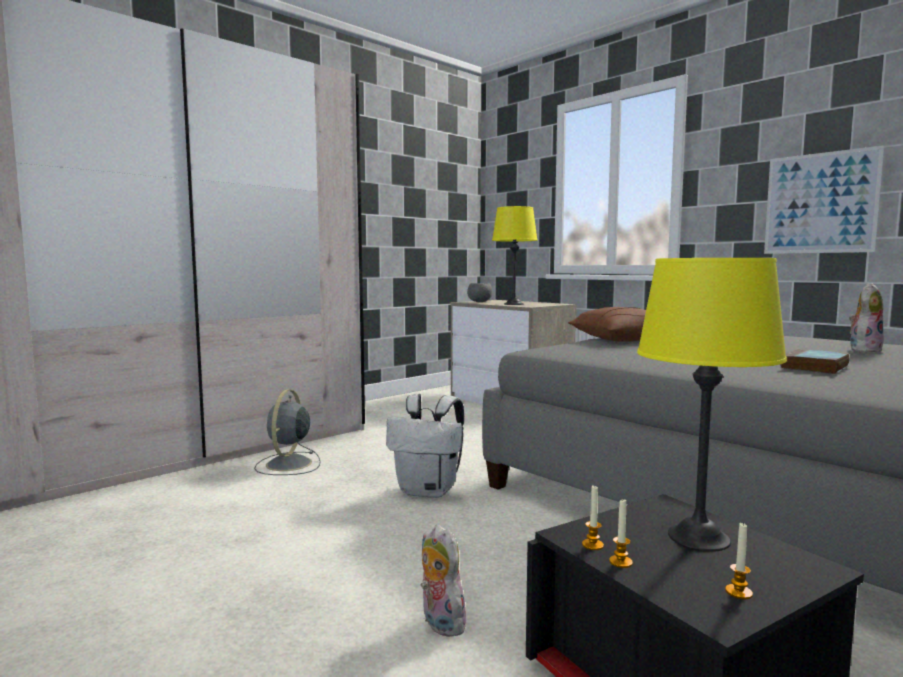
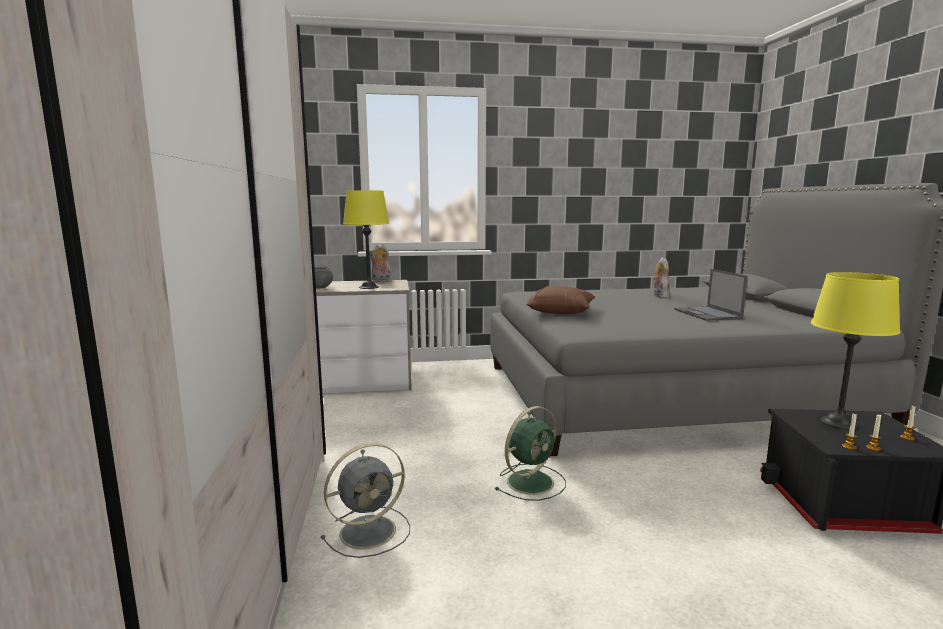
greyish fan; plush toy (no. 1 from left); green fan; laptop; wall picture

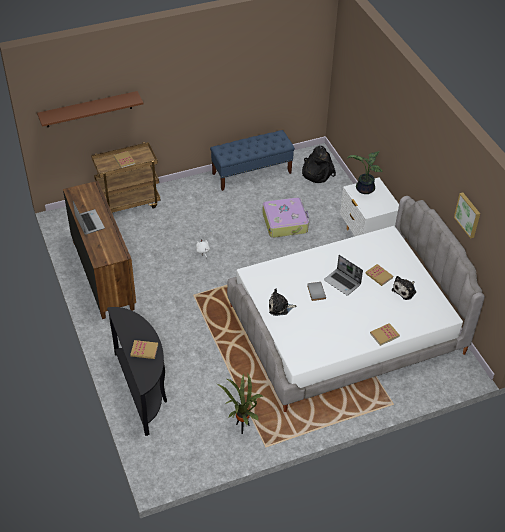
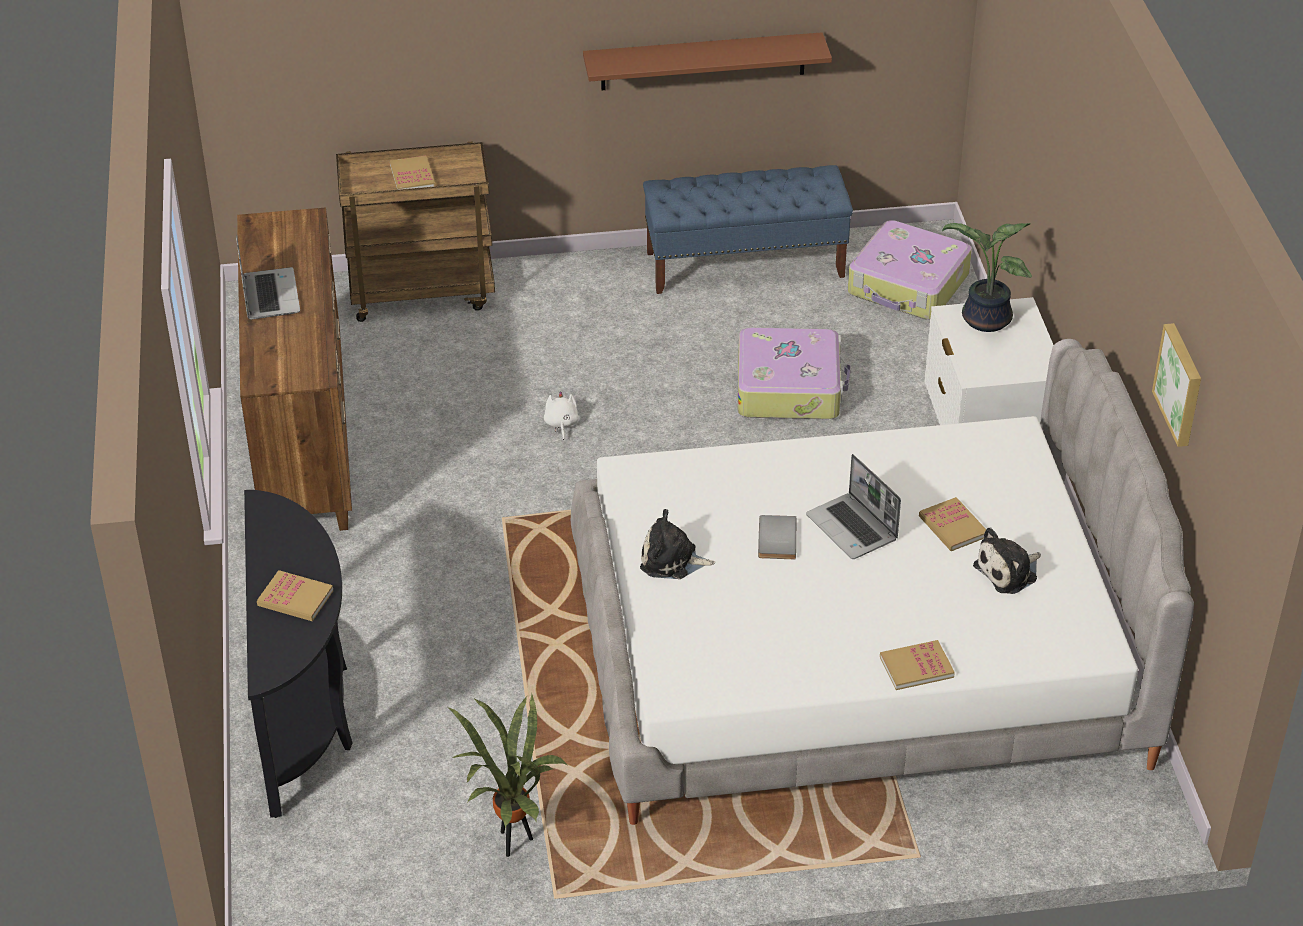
brownish bracket shelf; travel case (no. 2 from left)

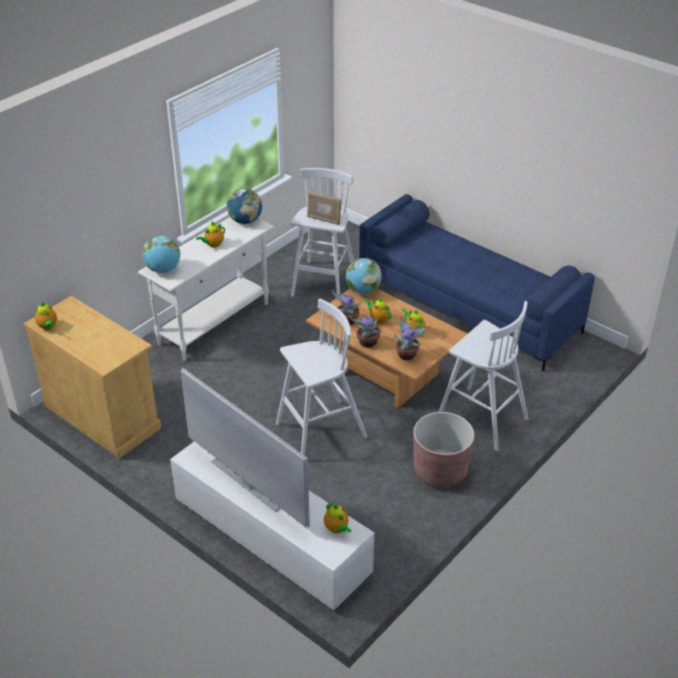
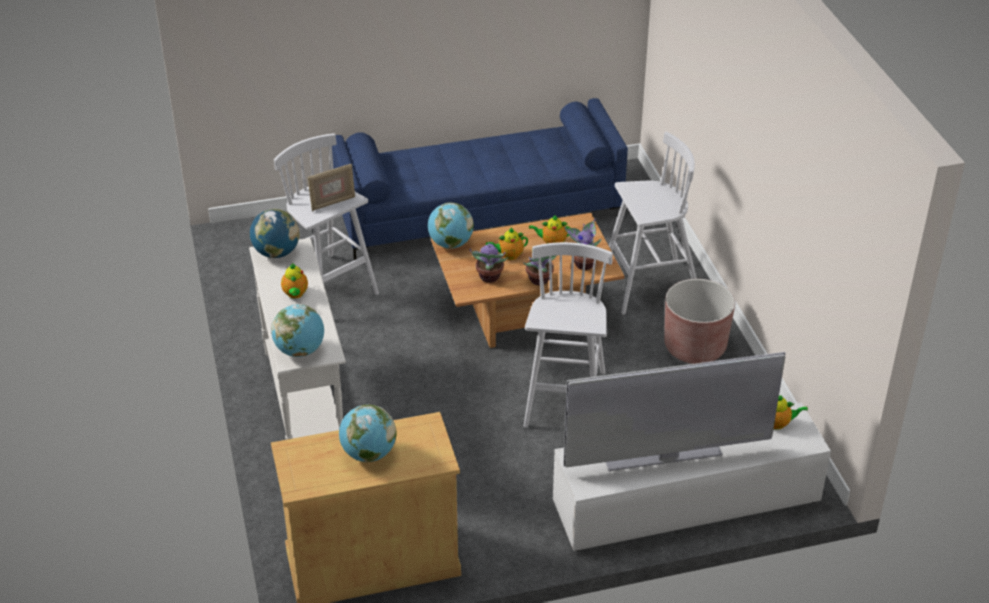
desk globe (no. 3 from left); tea pot (no. 1 from left in the first image)

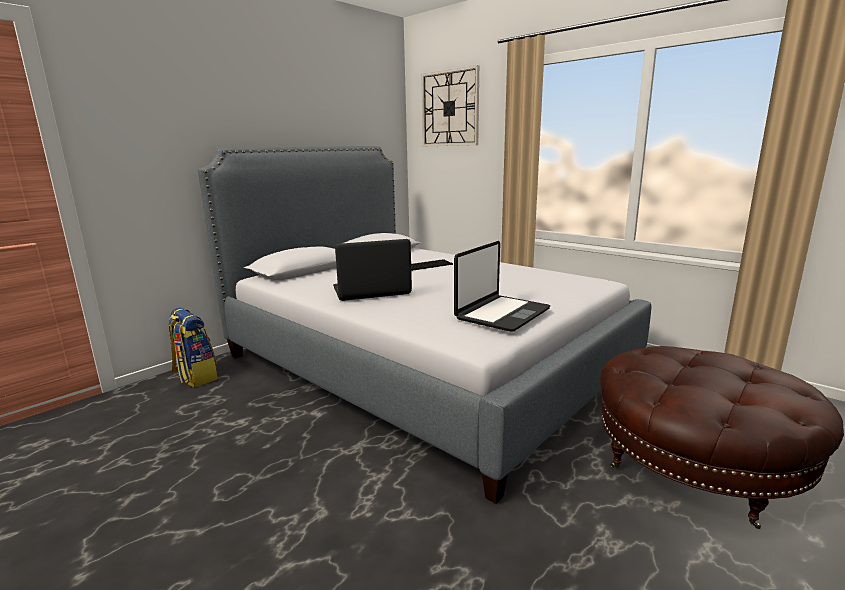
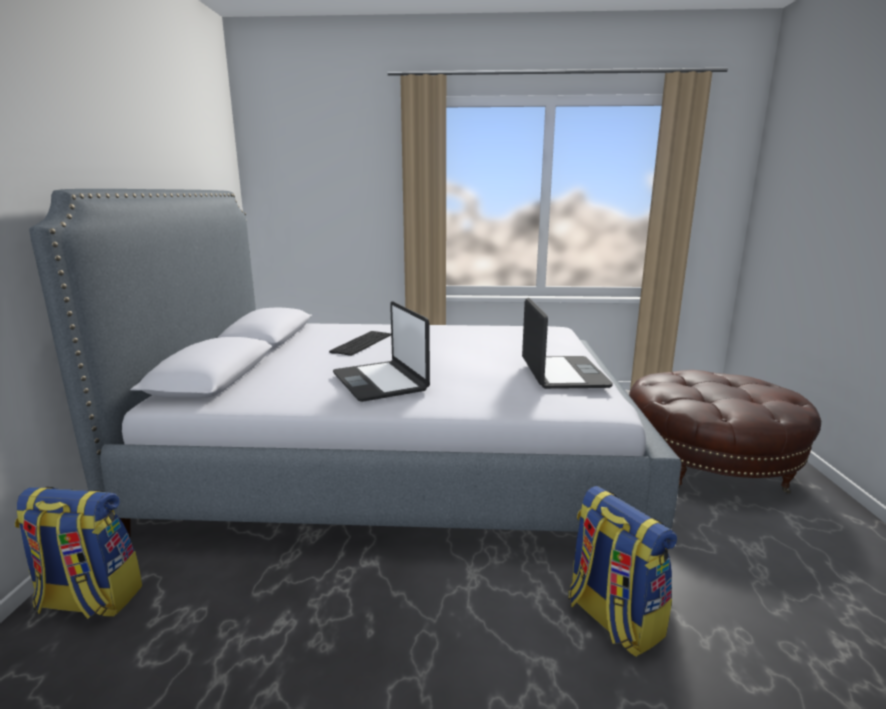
laptop (no. 1 from left); backpack (no. 2 from left); clock on the wall

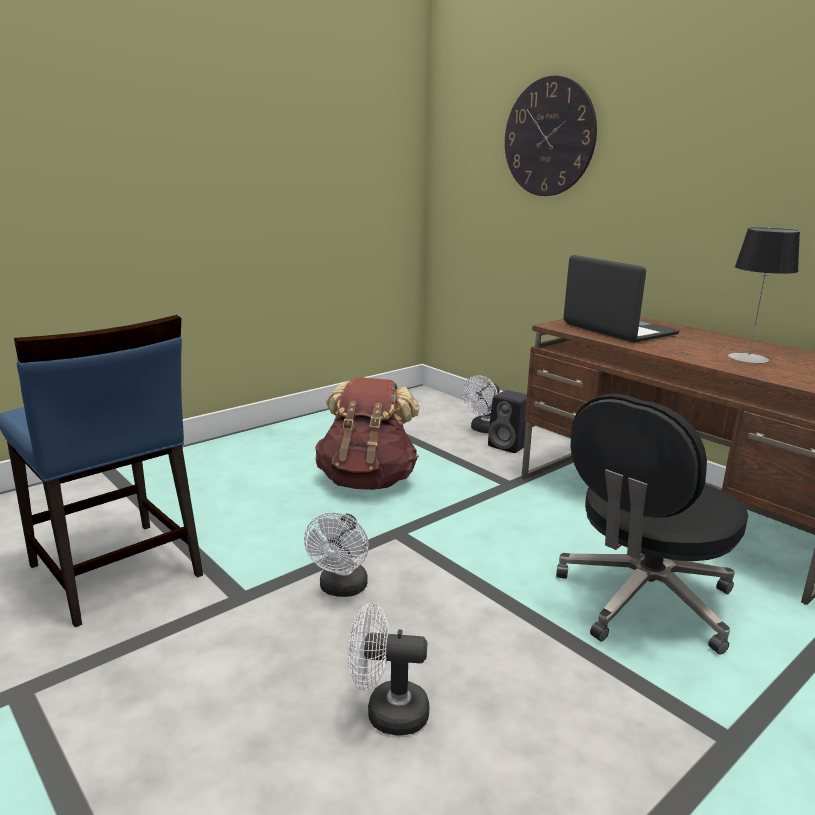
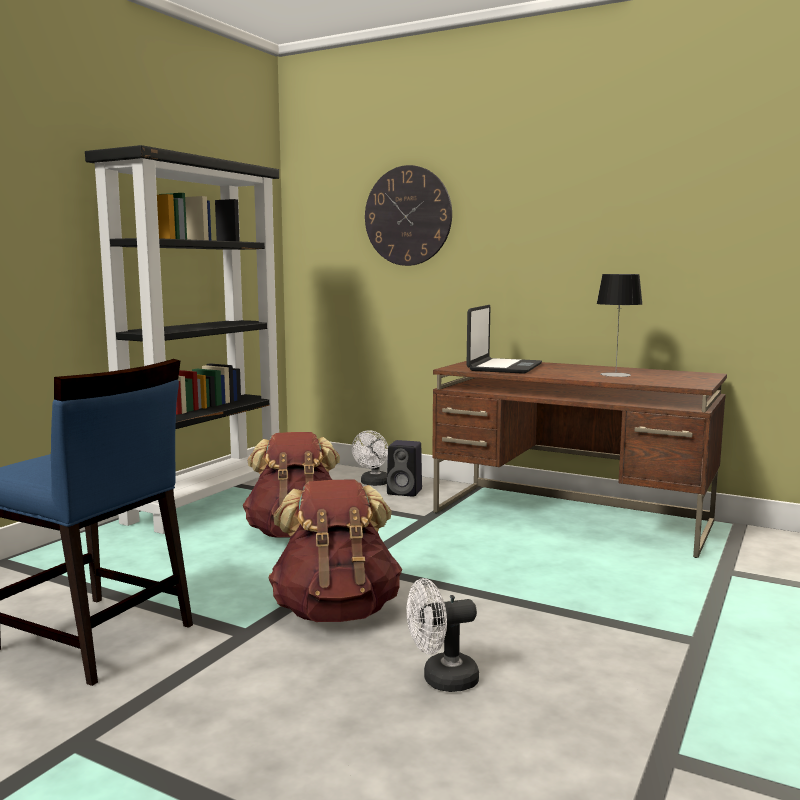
blackish shelving unit; brownish backpack (no. 2 from left); laptop; blackish computer chair

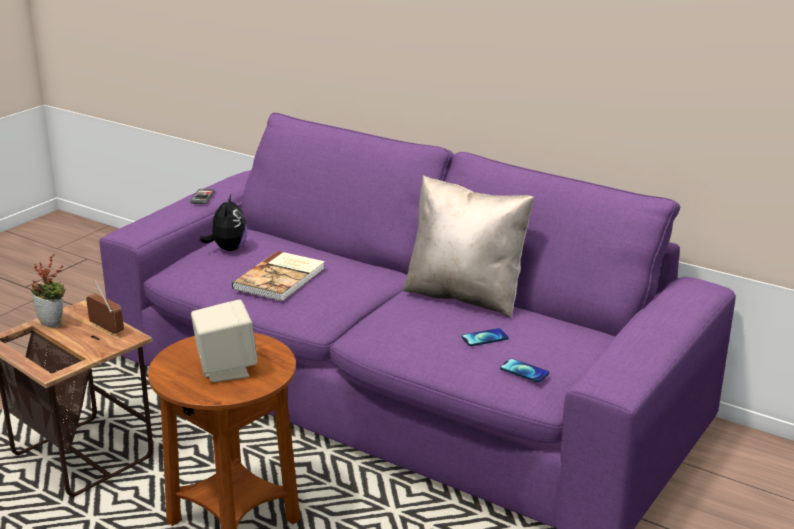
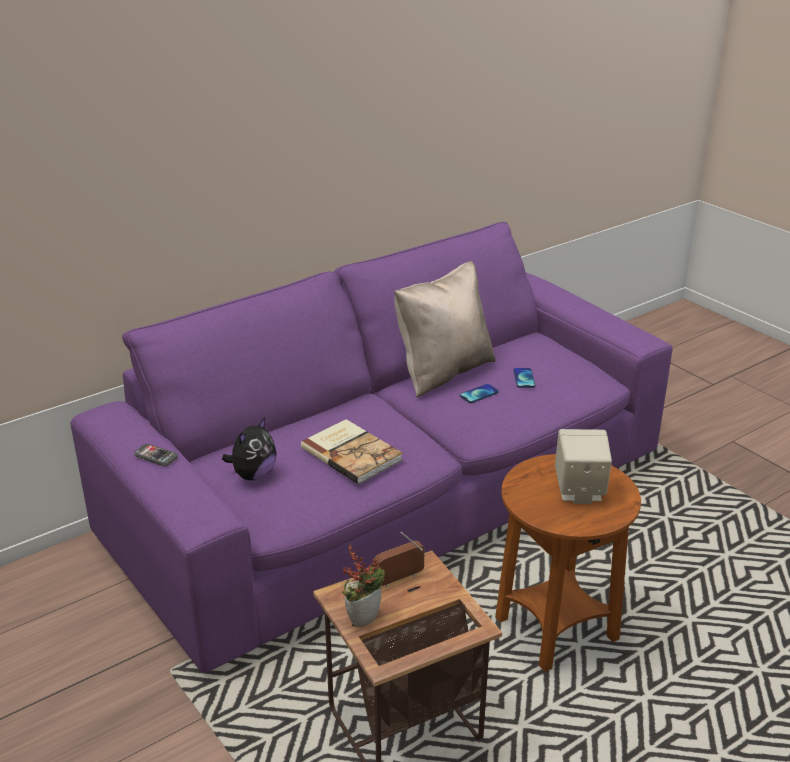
plush toy; handset (no. 2 from left)

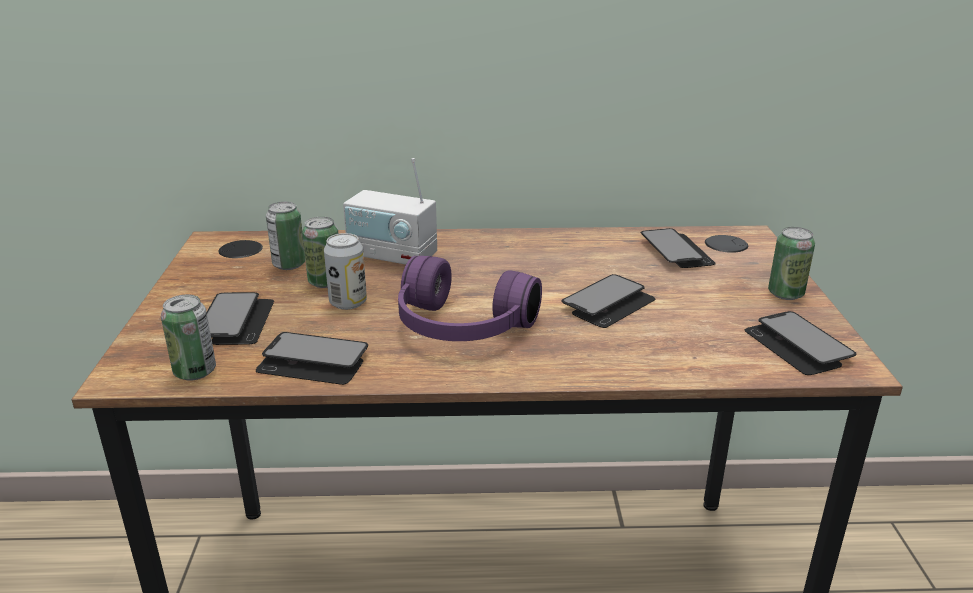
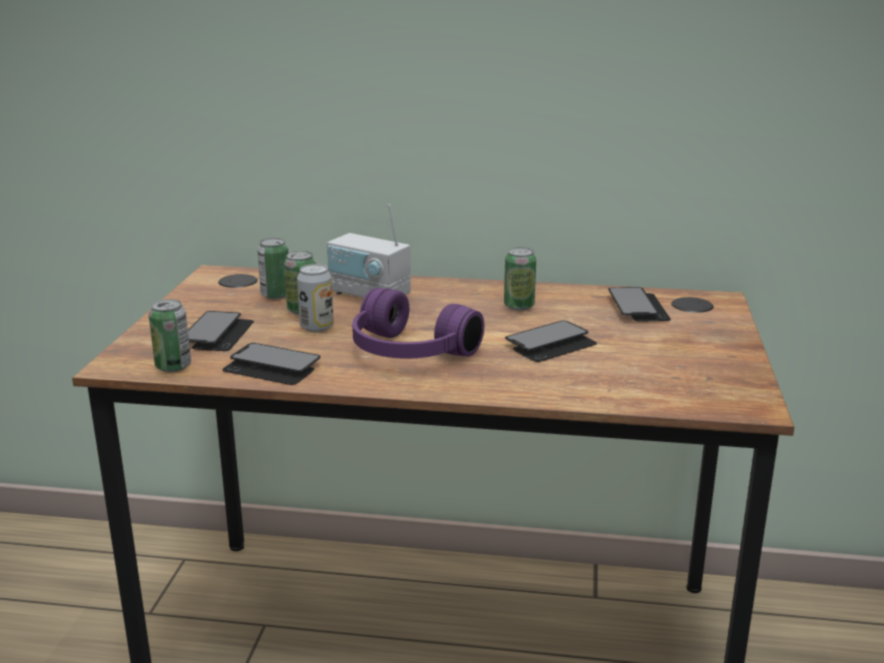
sealed can (no. 5 from left); handset (no. 5 from left in the first image)

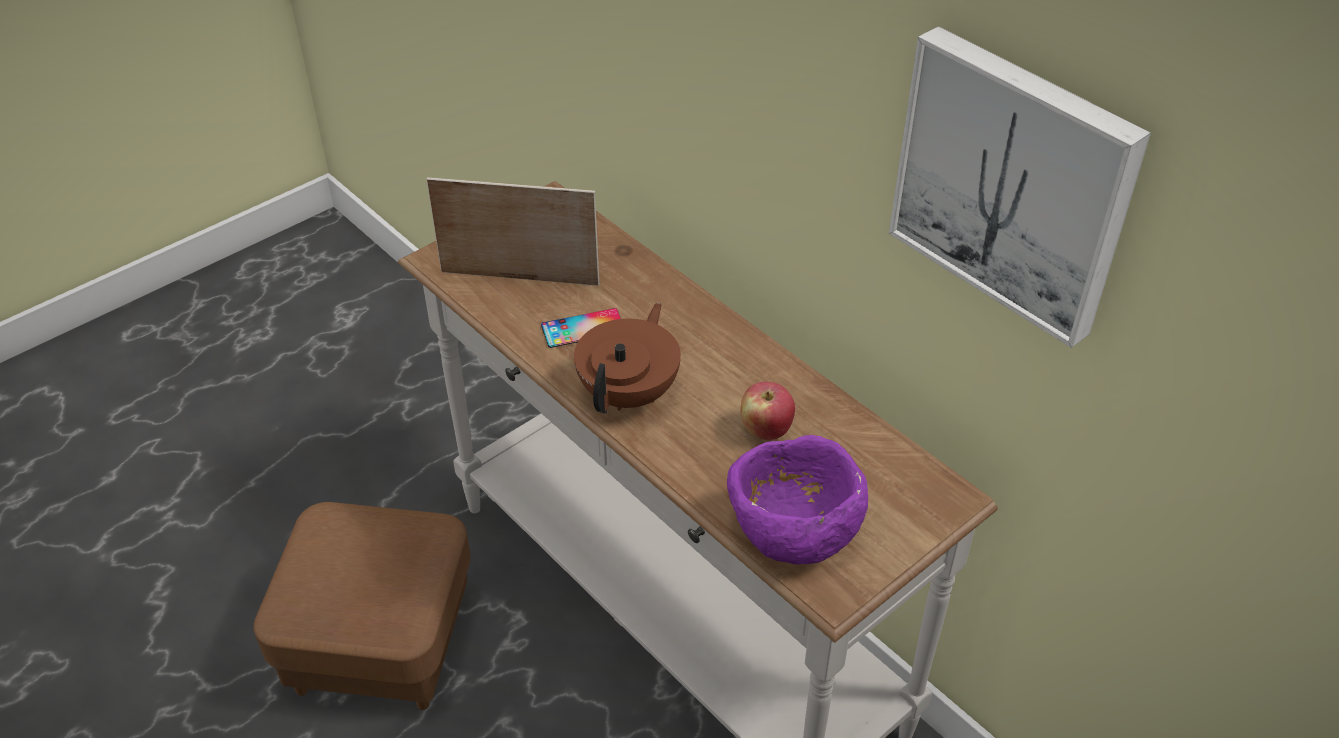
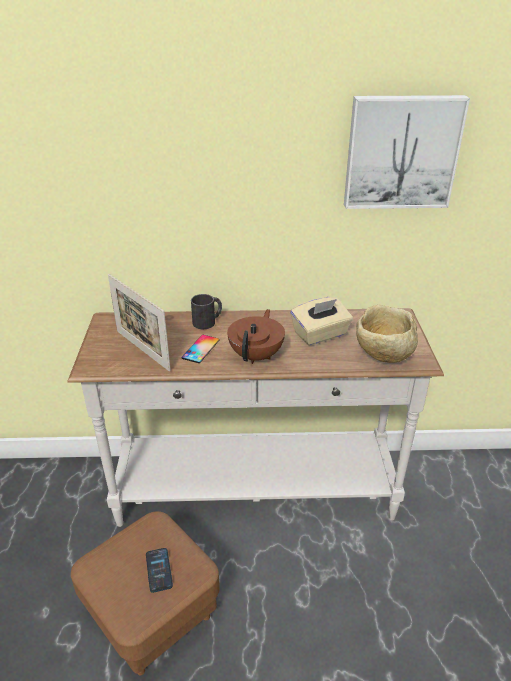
standing frame; handset (no. 1 from left); blackish tea mug; brownish tea pot; sand-coloured tissue holder; sand-coloured serving bowl

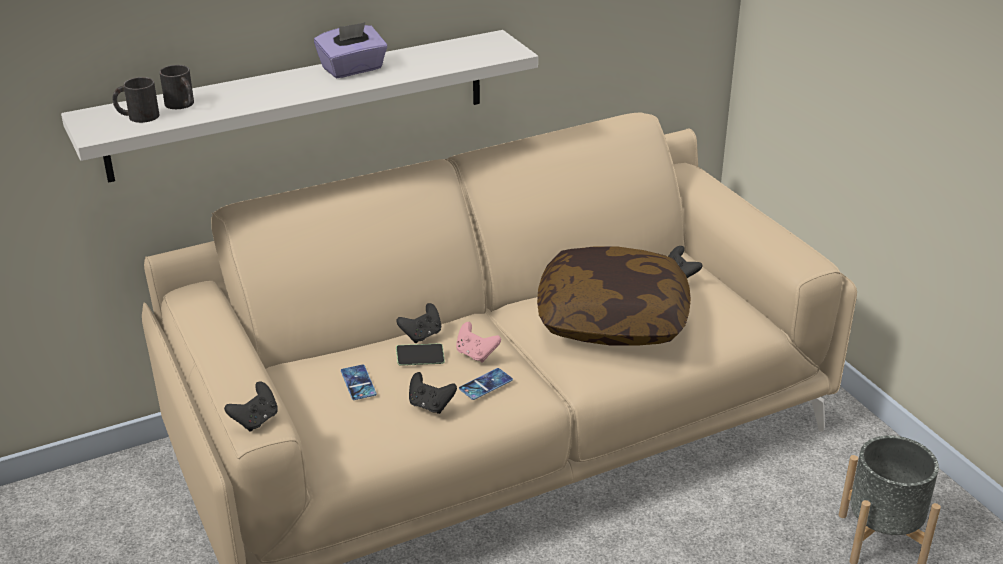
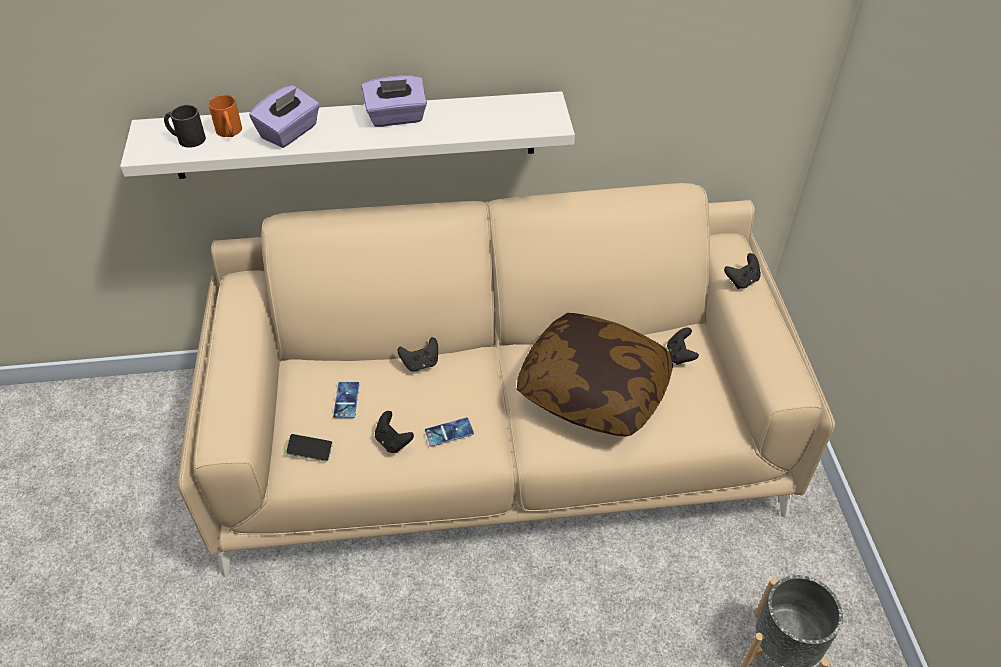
orangey tea mug; purple tissue holder (no. 1 from left); handset (no. 1 from left); blackish gamepad (no. 4 from left); pink gamepad

